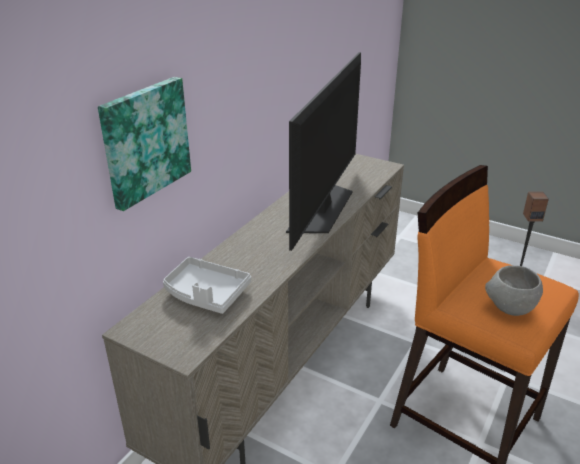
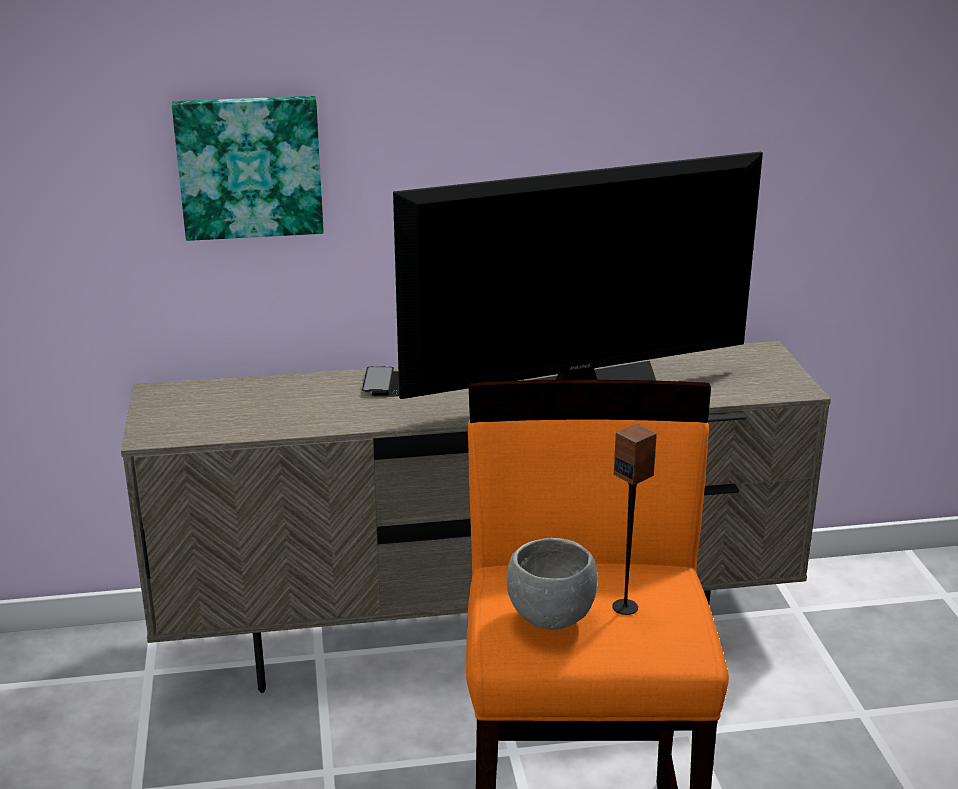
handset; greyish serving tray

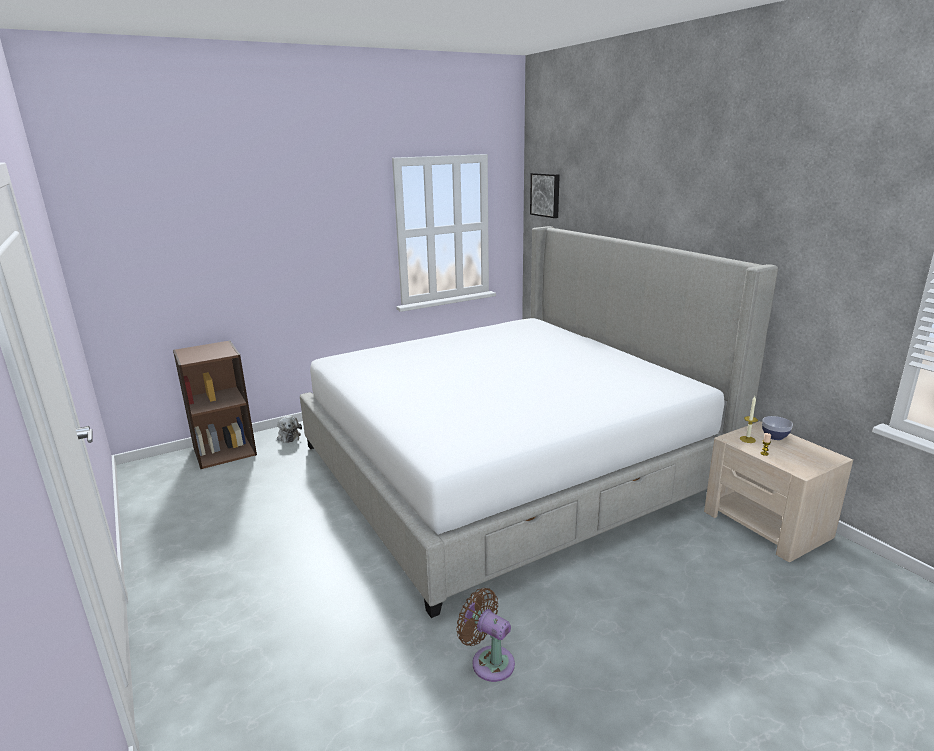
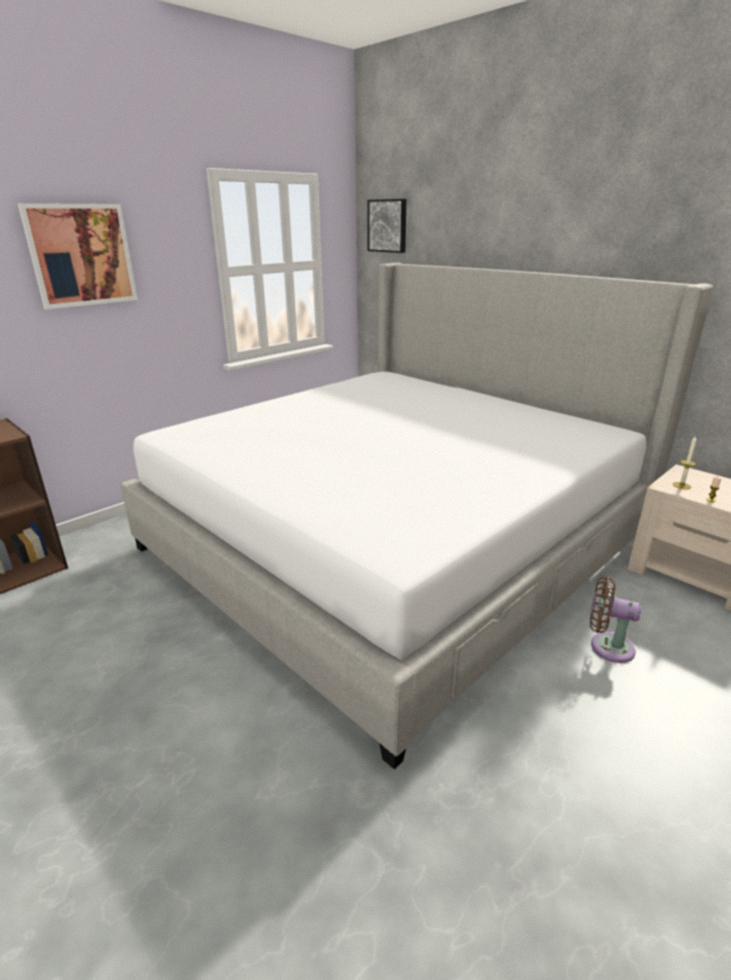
wall picture (no. 1 from left); brownish fan; plush toy; serving bowl

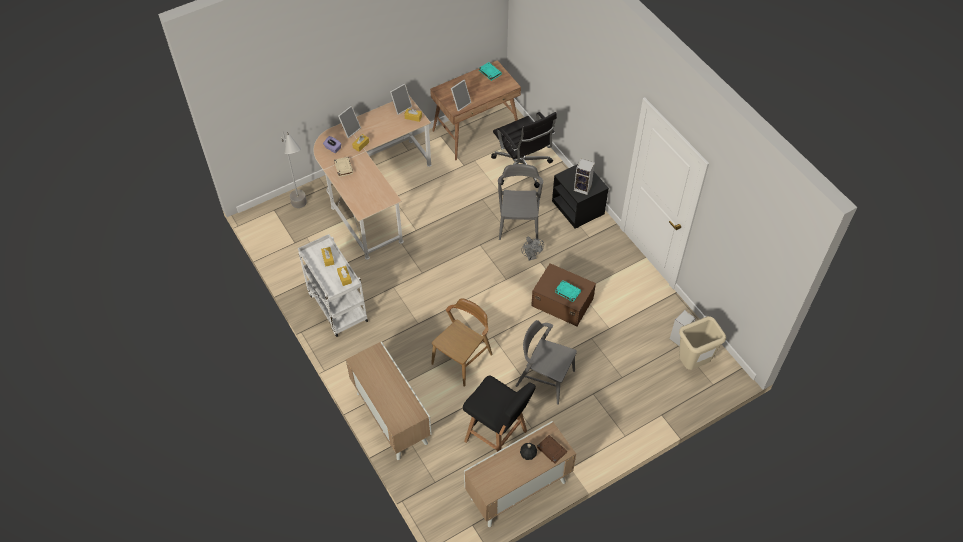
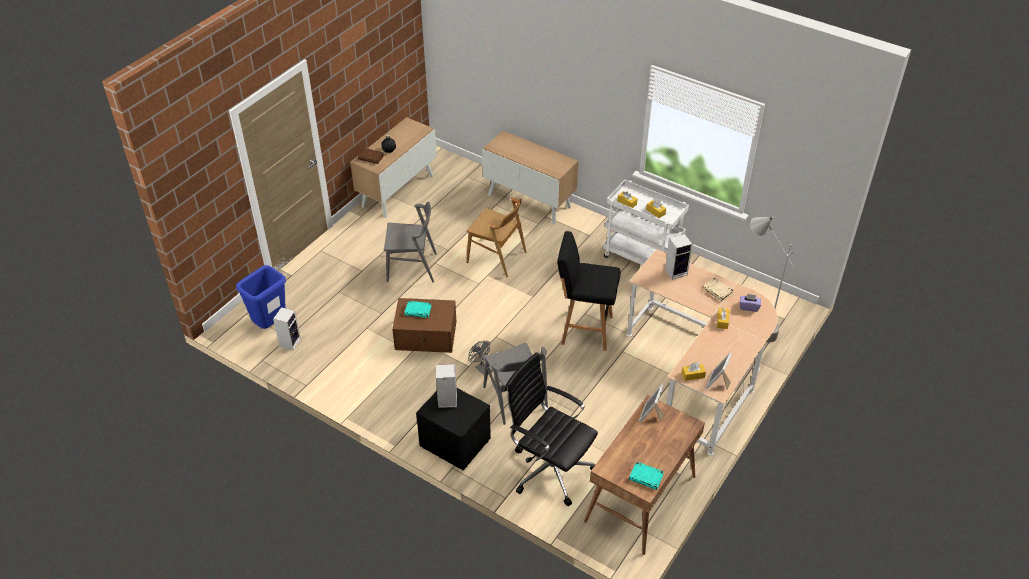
blue-coloured trash can; brownish chair; blackish stool seat; audio speaker (no. 3 from left); standing frame (no. 1 from left in the first image)

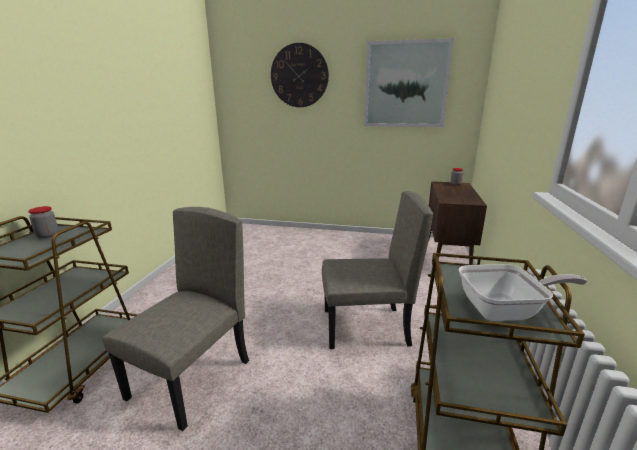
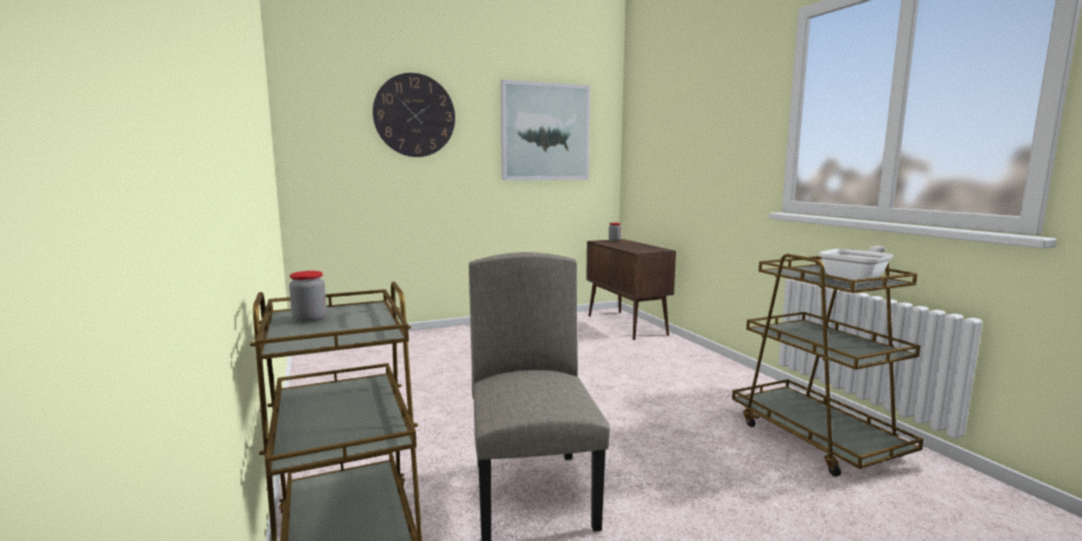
sand-coloured chair (no. 2 from left in the first image)

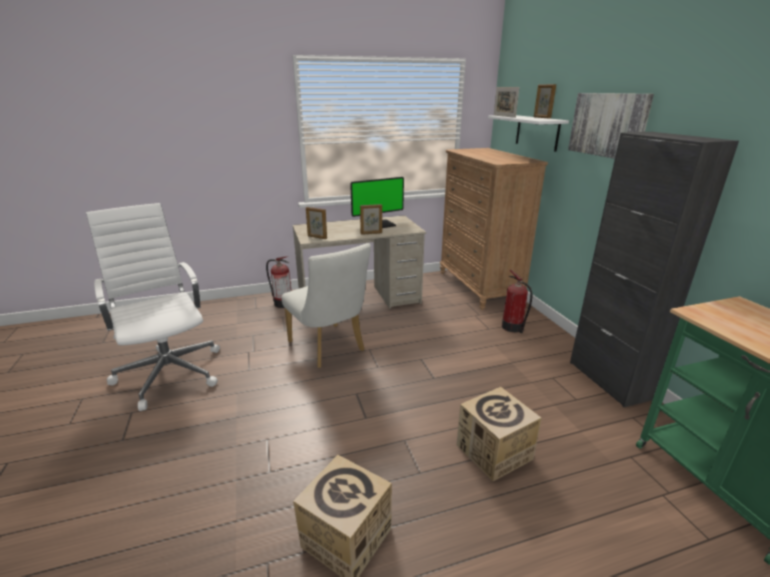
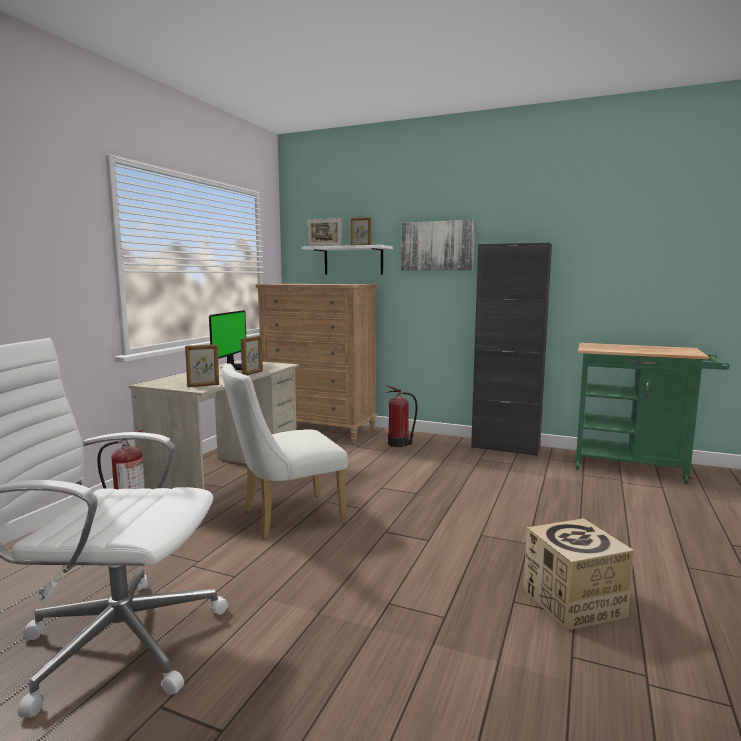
whitish chair; carton (no. 2 from left in the first image)

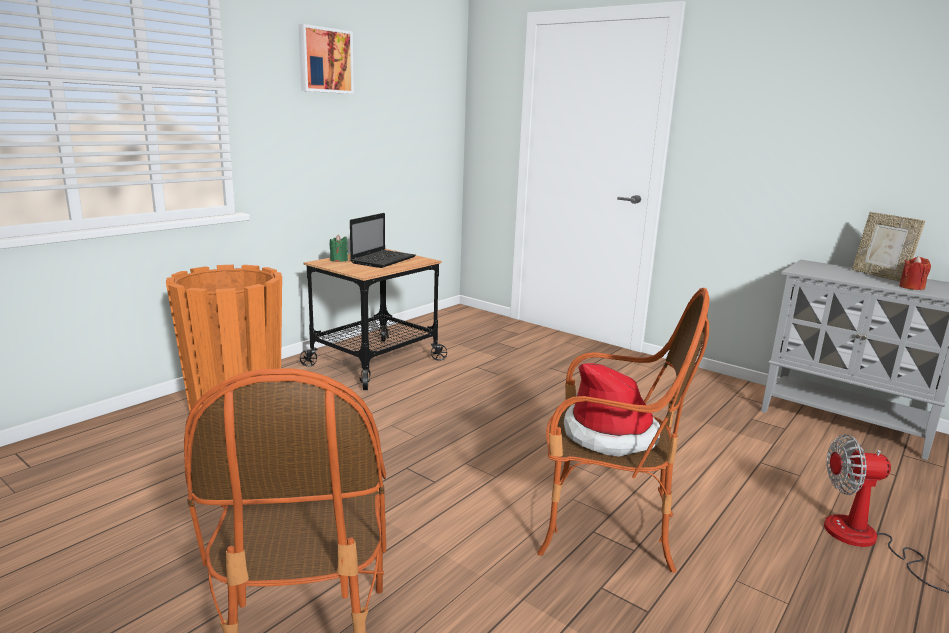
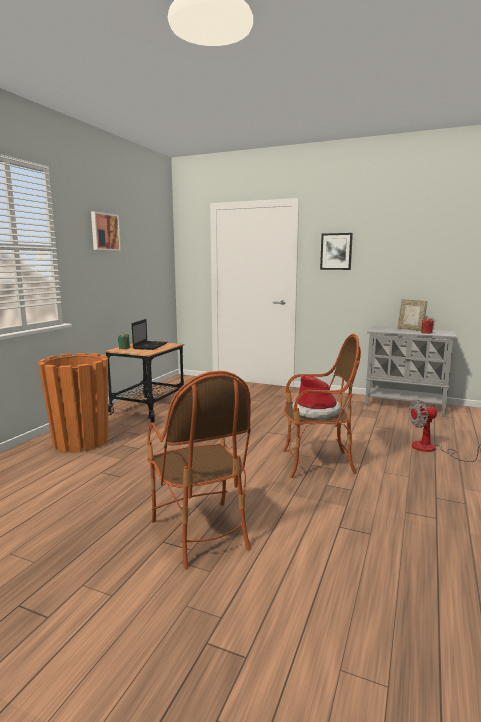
wall picture (no. 2 from left)

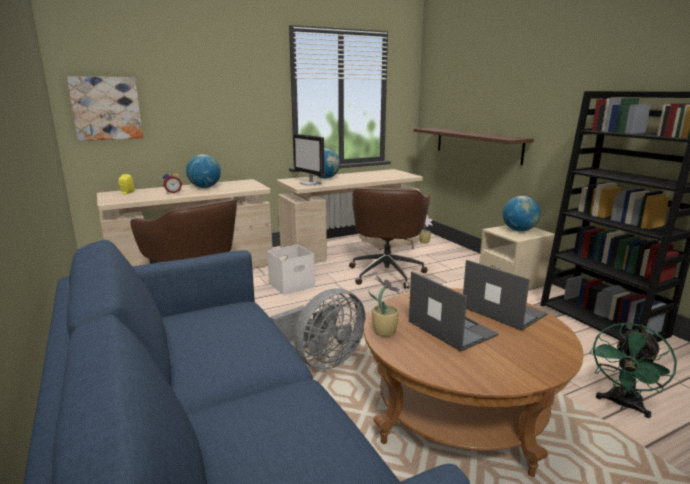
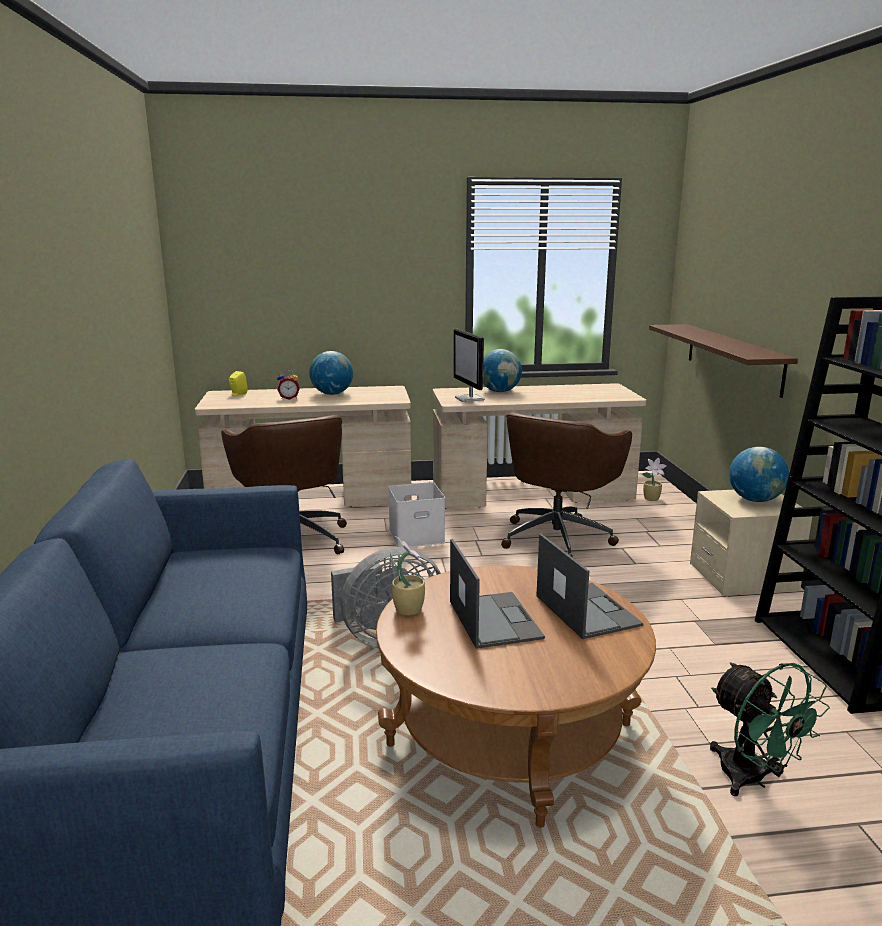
green fan; wall picture

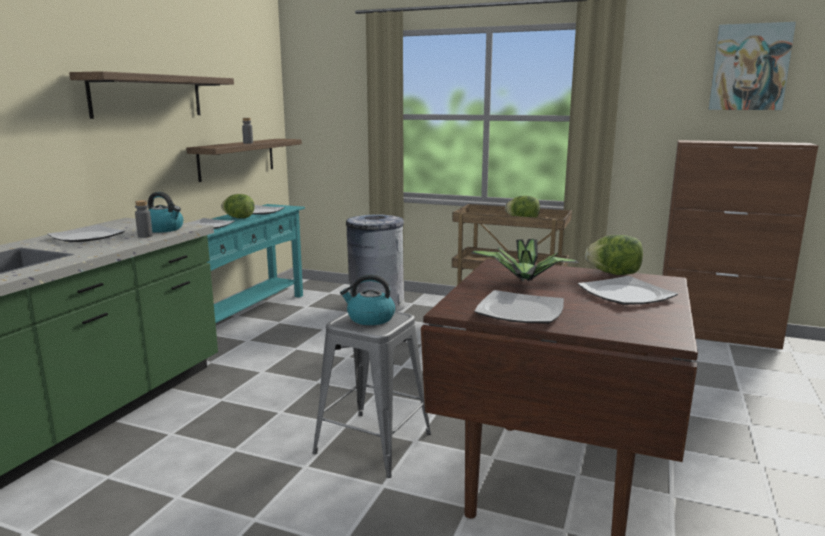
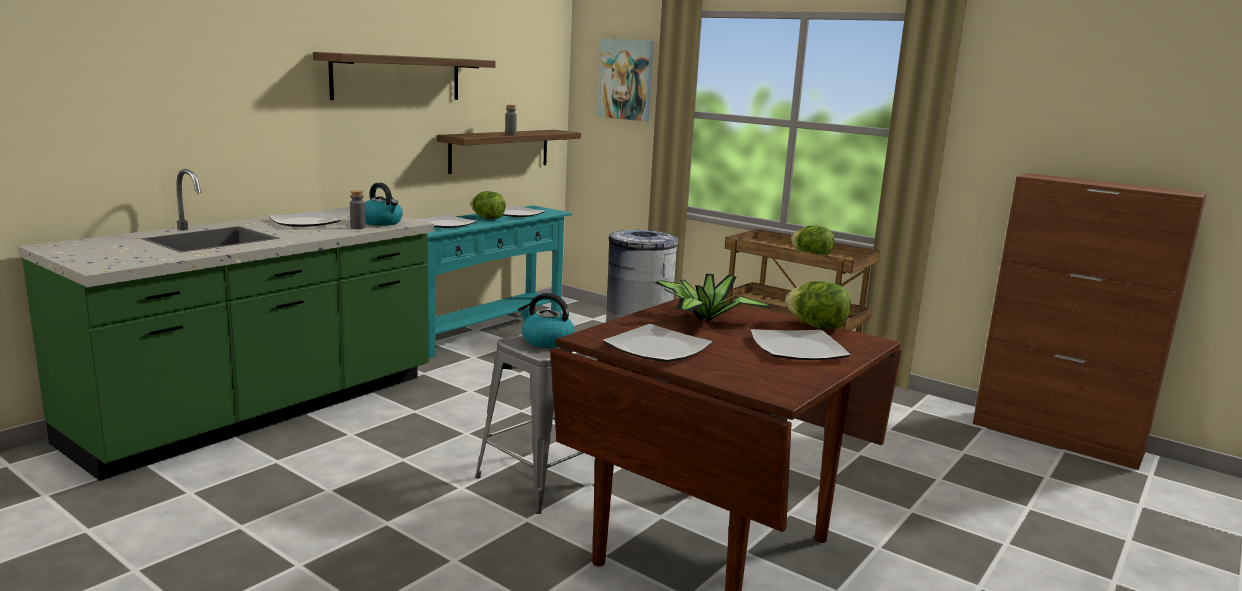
wall picture

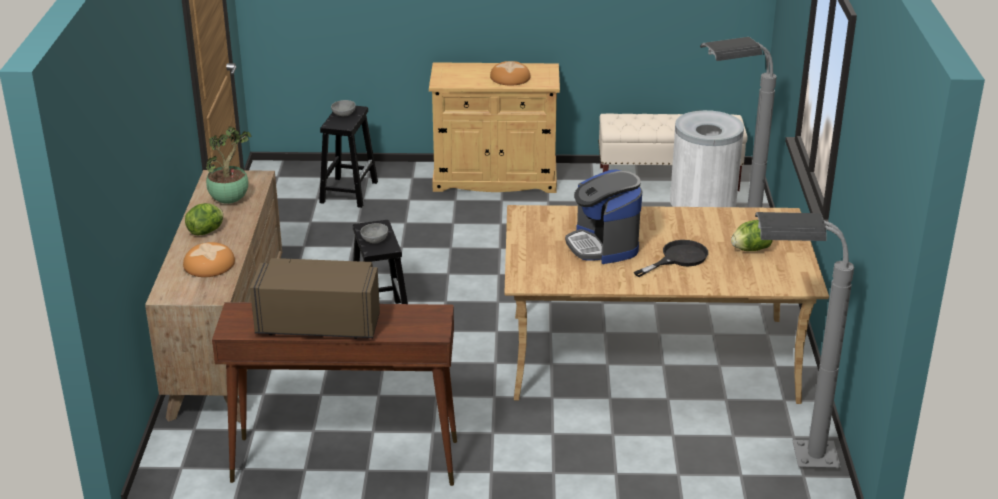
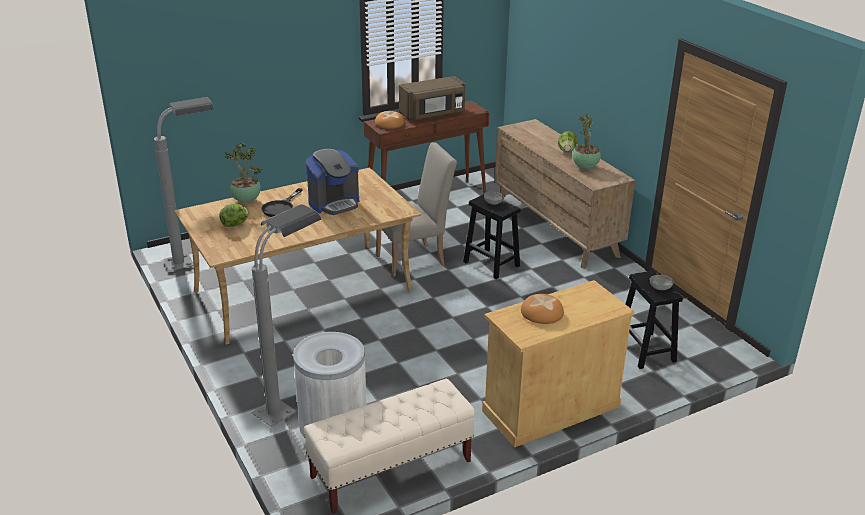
potted plant (no. 1 from left); coffee maker; baked bread (no. 1 from left); sand-coloured chair

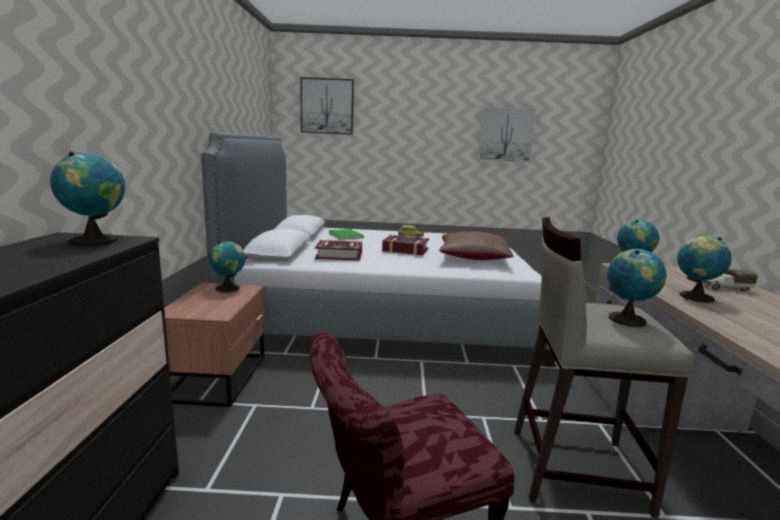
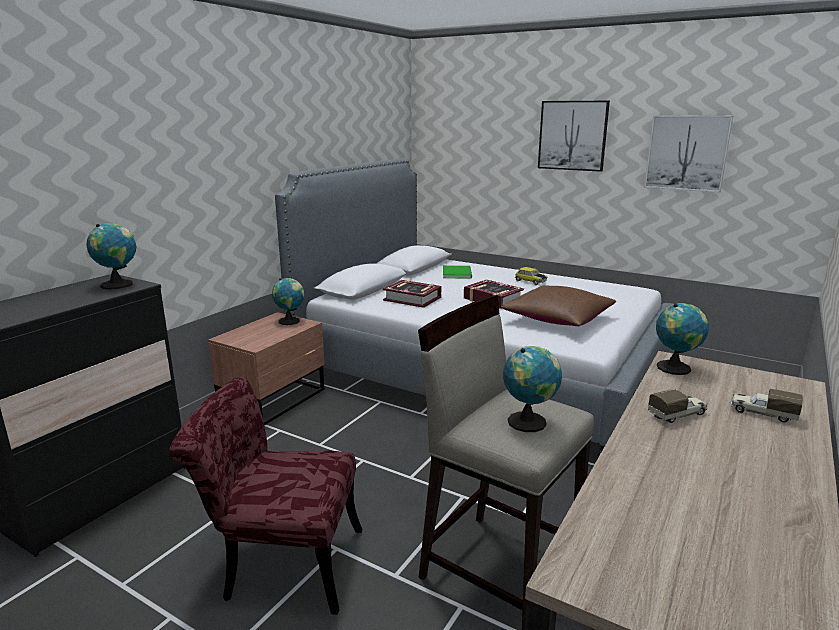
wall picture (no. 1 from left); model truck (no. 1 from left)

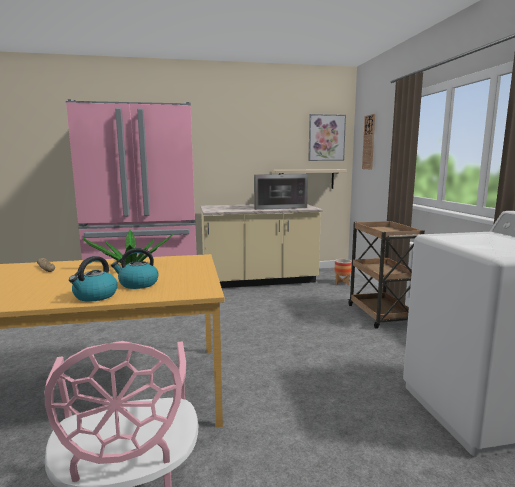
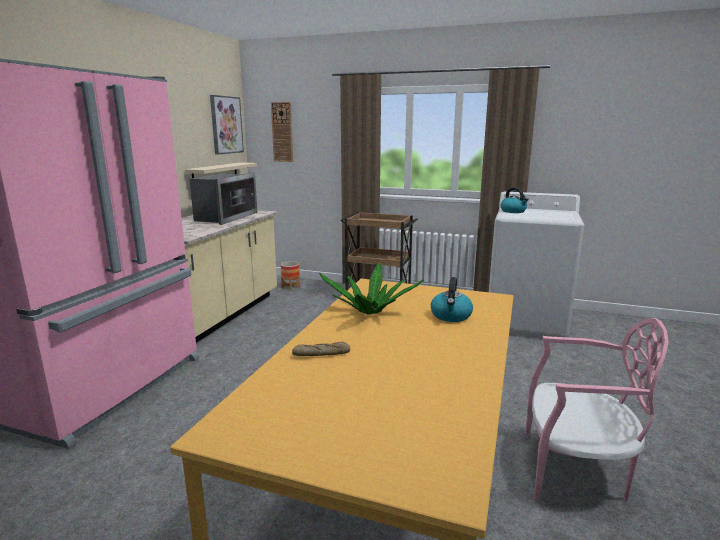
water kettle (no. 2 from left)

